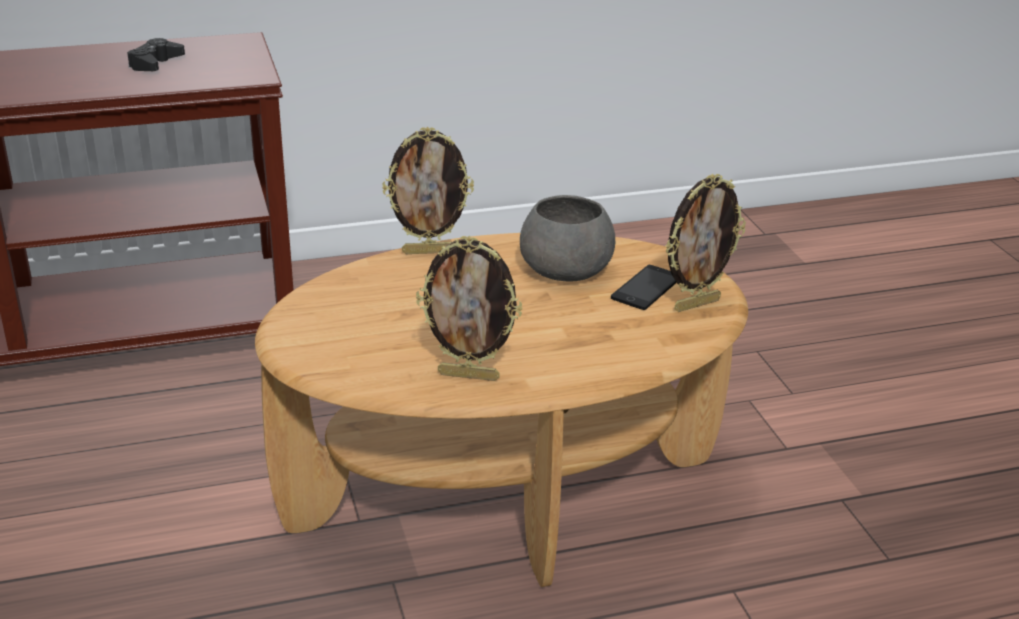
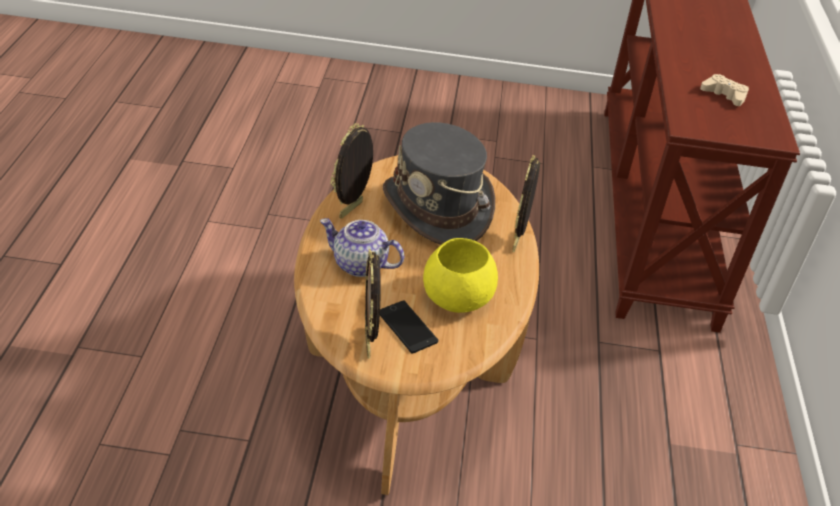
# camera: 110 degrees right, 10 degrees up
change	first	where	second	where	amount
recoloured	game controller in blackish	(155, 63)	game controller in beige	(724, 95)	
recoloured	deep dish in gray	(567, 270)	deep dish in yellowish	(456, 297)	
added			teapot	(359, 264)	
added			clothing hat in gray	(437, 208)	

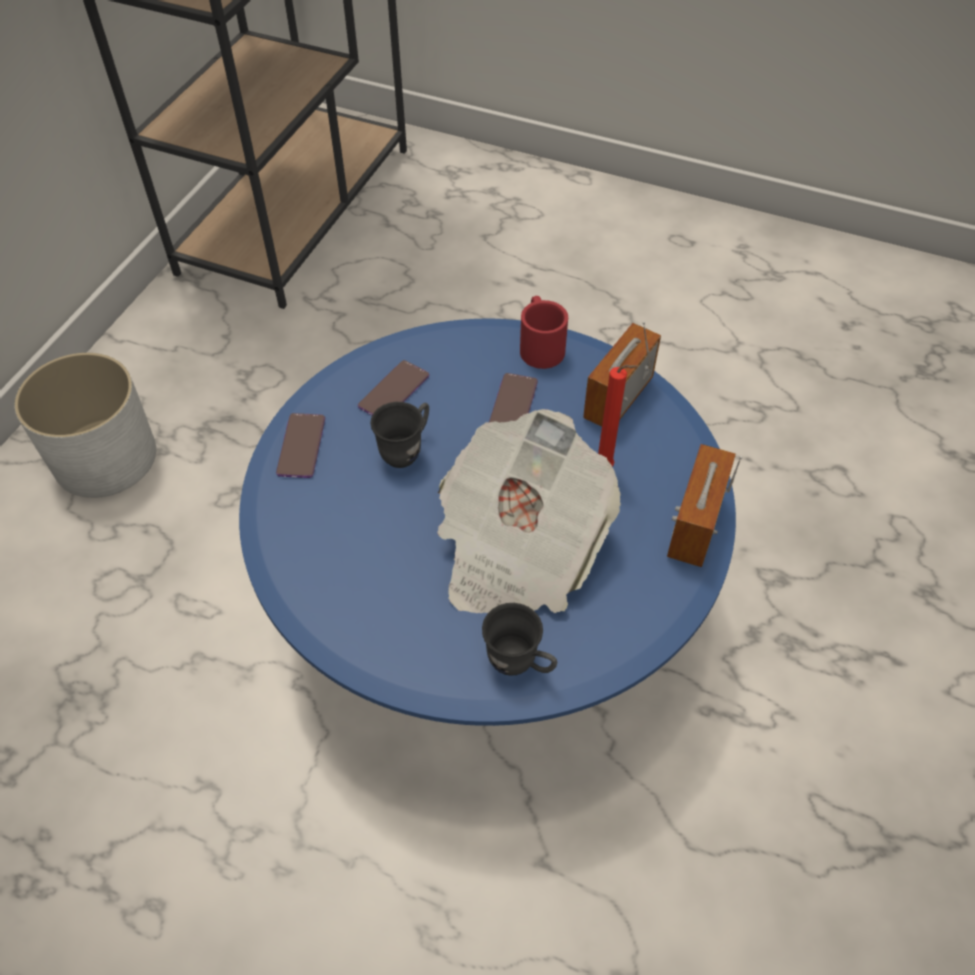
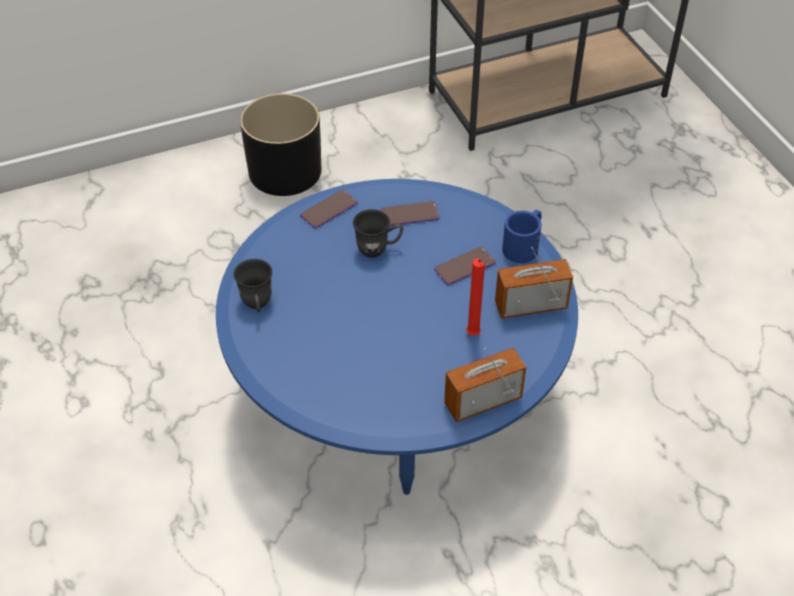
# camera: 45 degrees right, 5 degrees down
change	first	where	second	where	amount
recoloured	plant pot in whitish	(105, 458)	plant pot in blackish	(284, 172)	
removed	daily paper	(518, 546)			
moved	tea mug in gray	(520, 664)		(257, 305)	
recoloured	tea mug in red-coloured	(540, 344)	tea mug in blue-coloured	(524, 245)	

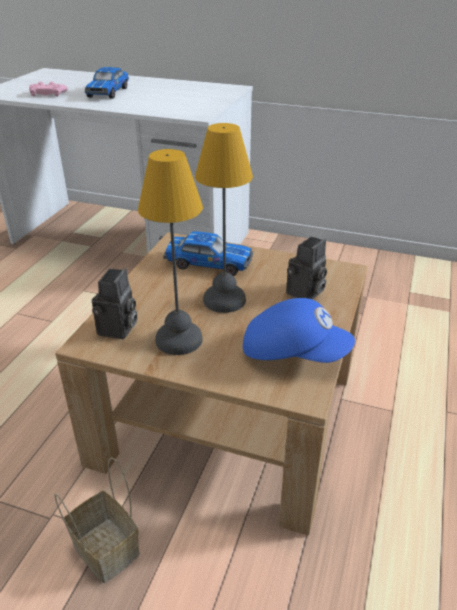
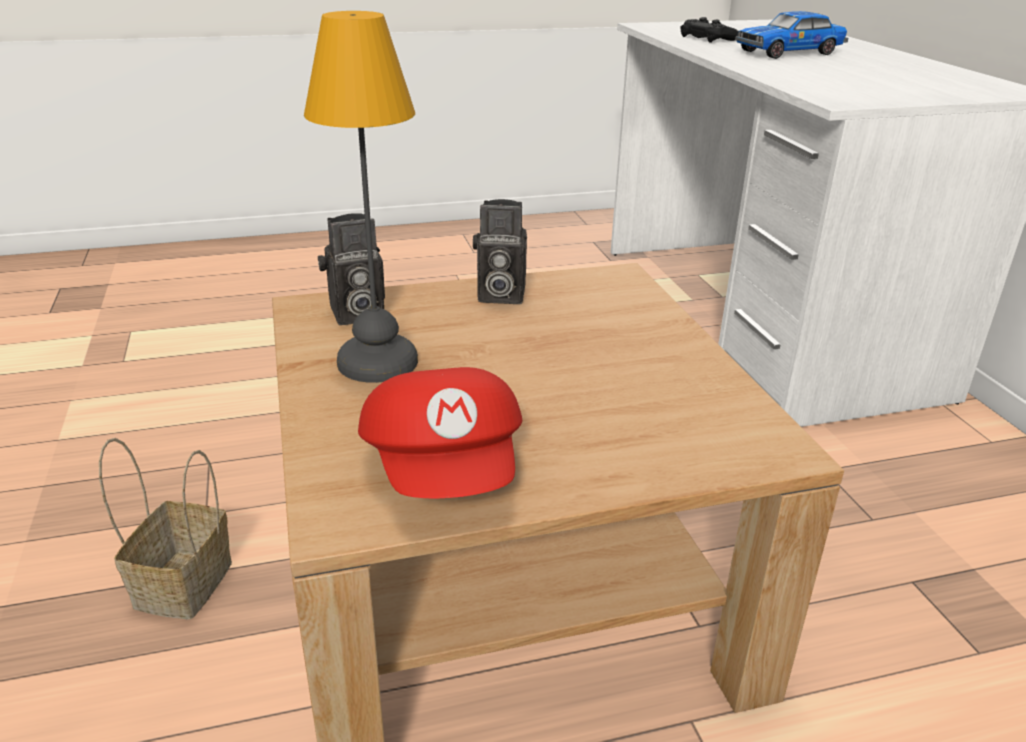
# camera: 55 degrees right, 5 degrees down
change	first	where	second	where	amount
recoloured	game controller in pink-coloured	(48, 93)	game controller in blackish	(708, 38)	
removed	miniature car	(208, 263)			
removed	table lamp	(223, 299)			
recoloured	cap in blue-coloured	(294, 352)	cap in red-coloured	(447, 470)	
moved	photo camera	(305, 294)		(498, 295)	

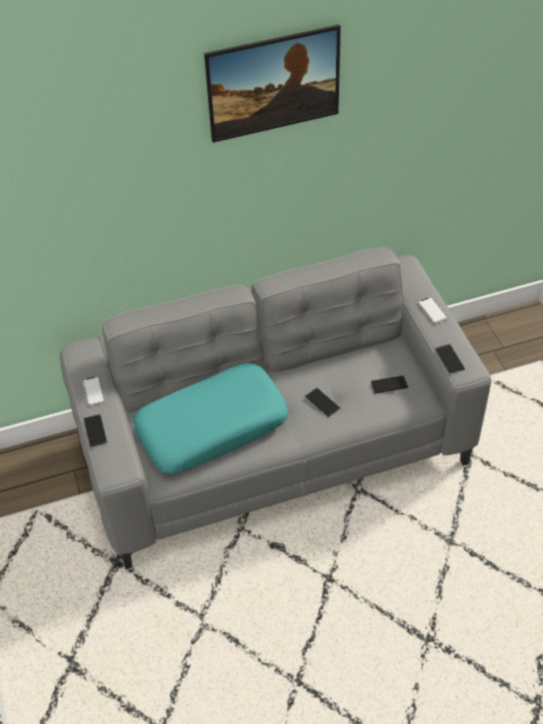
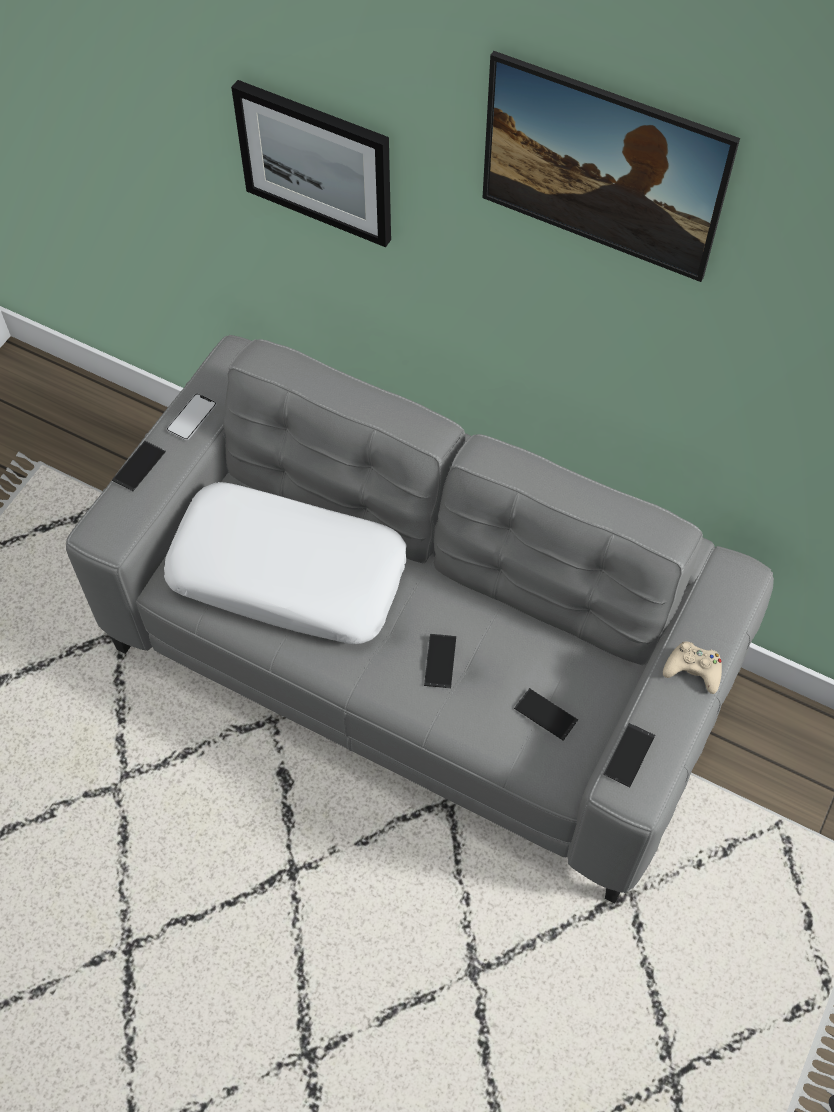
# camera: 45 degrees right, 10 degrees up
change	first	where	second	where	amount
recoloured	throw pillow in turquoise-coloured	(212, 427)	throw pillow in whitish	(289, 574)	
replaced	telephone	(432, 310)	game controller in beige	(693, 670)	
added			picture	(316, 162)	

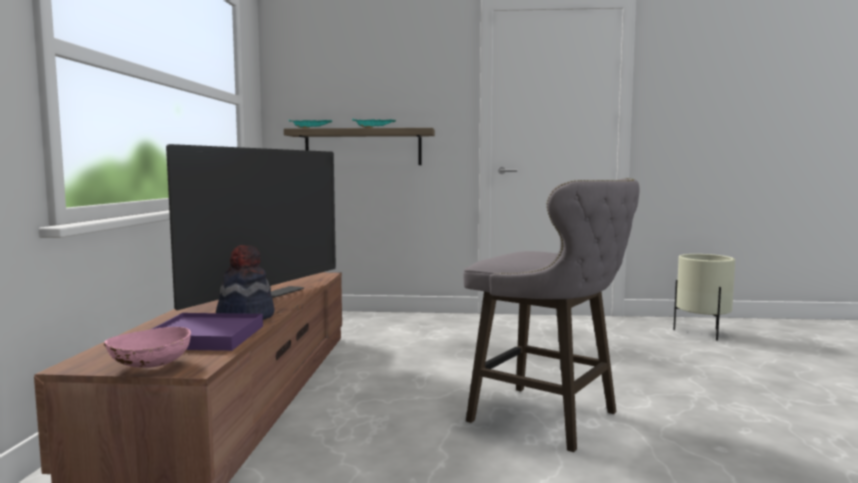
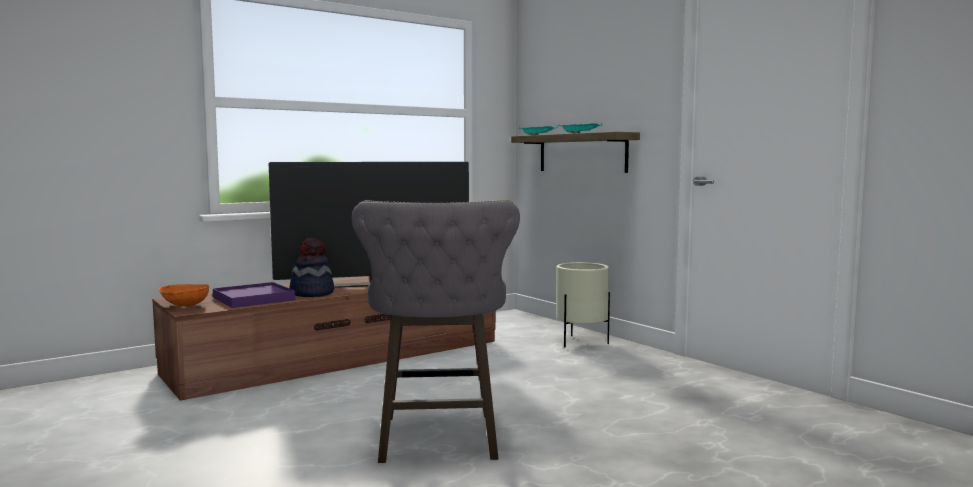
# camera: 50 degrees right, 0 degrees up
change	first	where	second	where	amount
recoloured	deep dish in pink-coloured	(150, 366)	deep dish in orangey	(184, 306)	
moved	plant pot in beige	(702, 333)		(581, 342)	

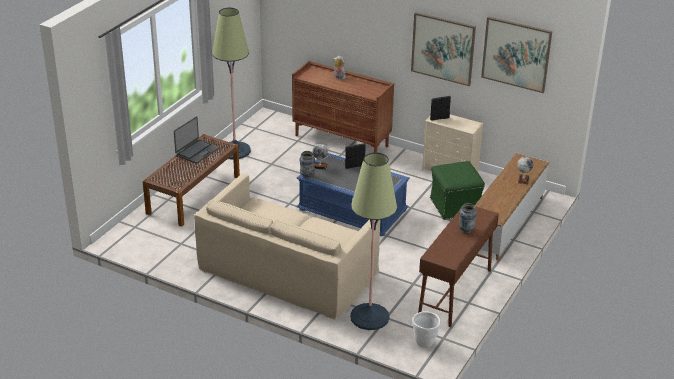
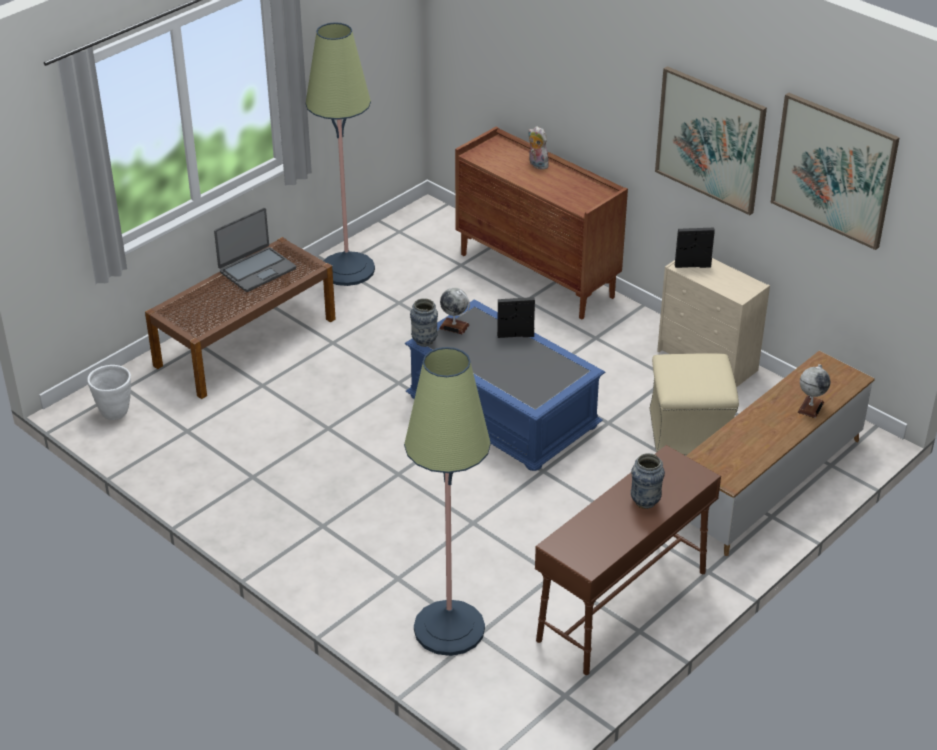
# camera: 15 degrees right, 5 degrees up
change	first	where	second	where	amount
removed	settee in beige	(288, 269)			
moved	plant pot in whitish	(424, 342)		(115, 412)	
recoloured	ottoman in greenish	(454, 206)	ottoman in beige	(689, 431)	

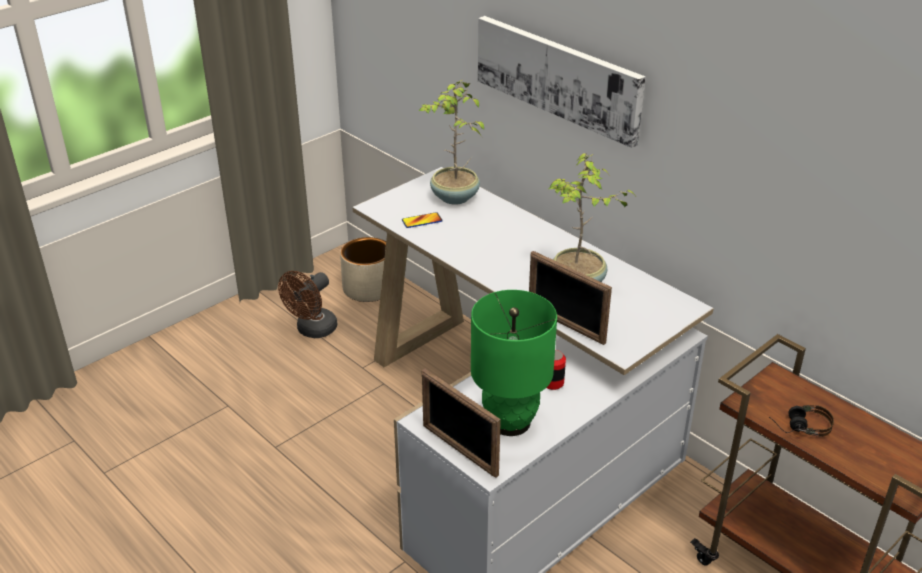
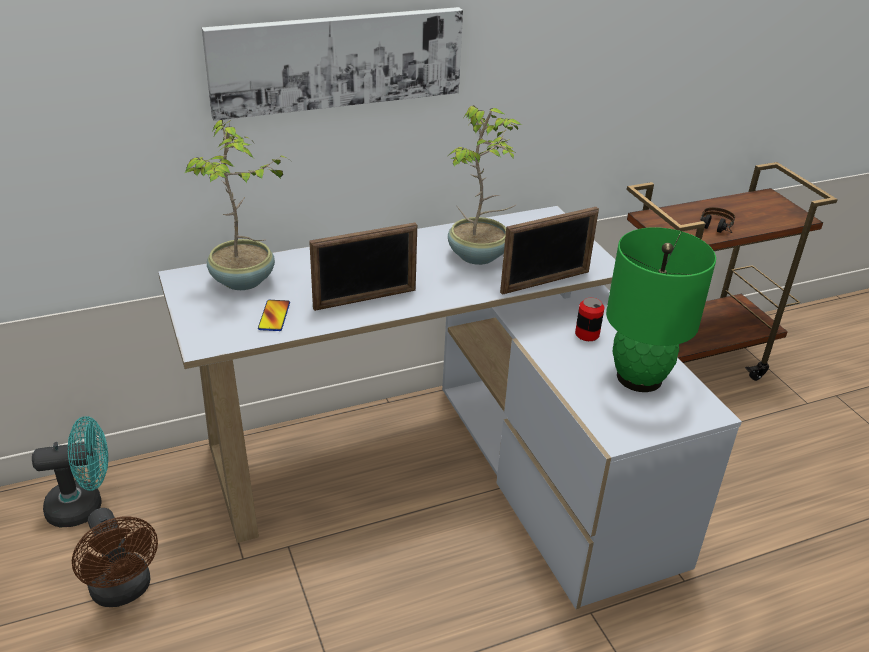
# camera: 70 degrees left, 0 degrees up
change	first	where	second	where	amount
replaced	plant pot in beige	(368, 288)	cooling fan in turquoise-coloured	(84, 506)	
moved	photo frame	(459, 450)		(365, 299)	

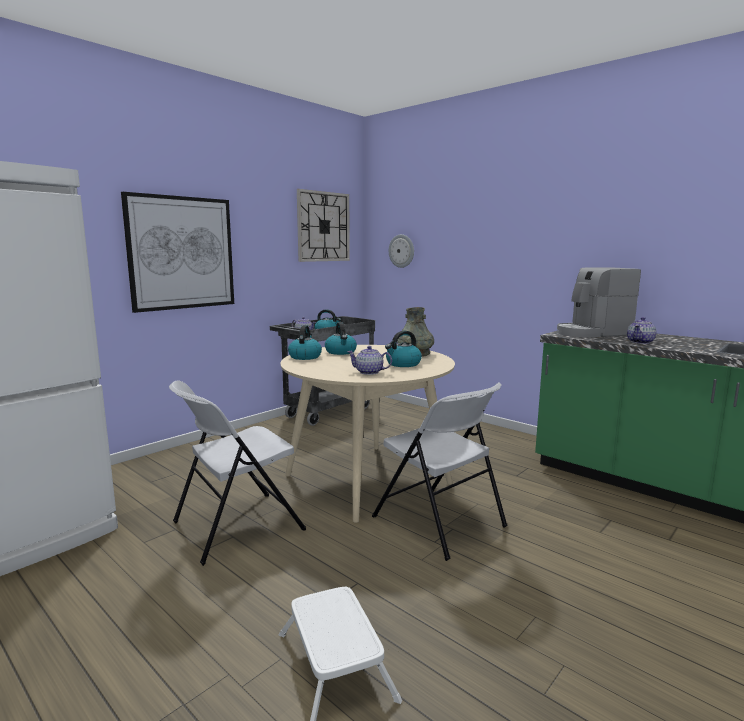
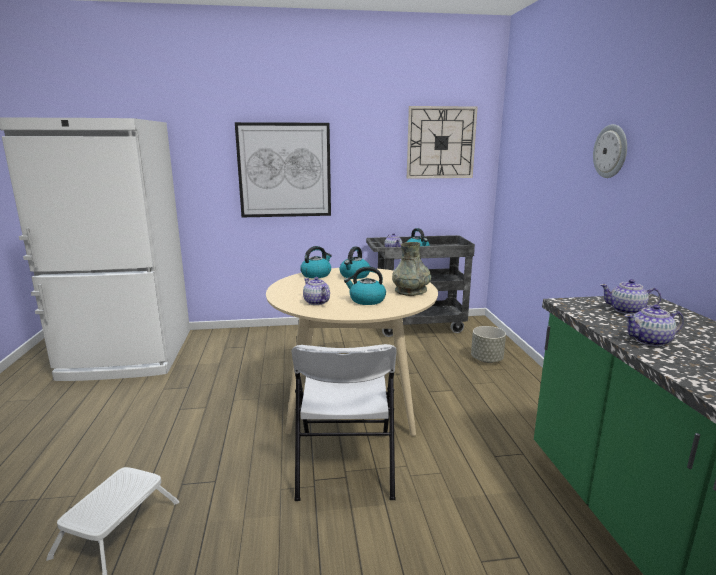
# camera: 40 degrees right, 5 degrees up
change	first	where	second	where	amount
removed	plain chair in whitish	(238, 525)			
moved	wall clock	(401, 251)		(611, 151)	
replaced	coffee maker	(592, 333)	teapot	(627, 311)	
added			plant pot in gray	(487, 359)	

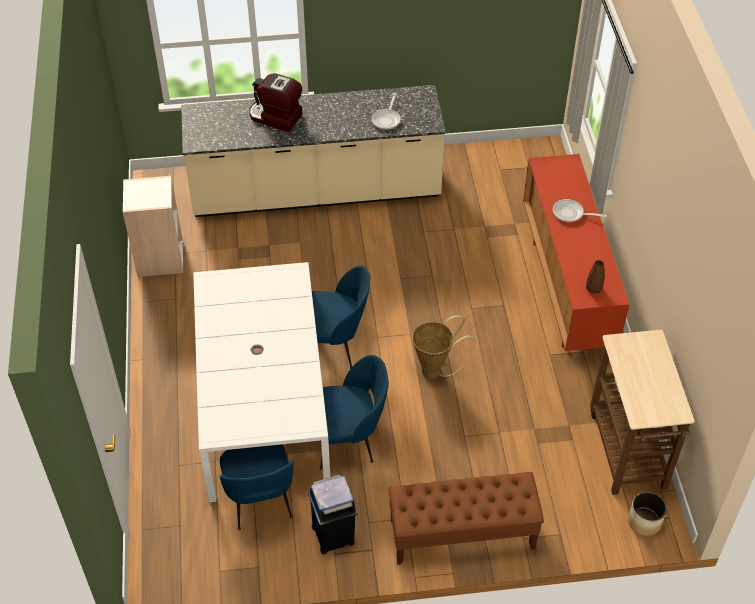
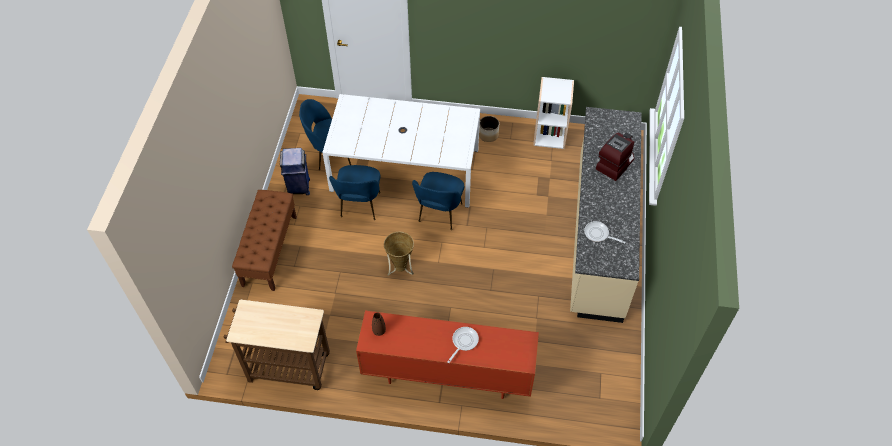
# camera: 105 degrees right, 5 degrees up
change	first	where	second	where	amount
moved	plant pot	(644, 521)		(488, 135)	

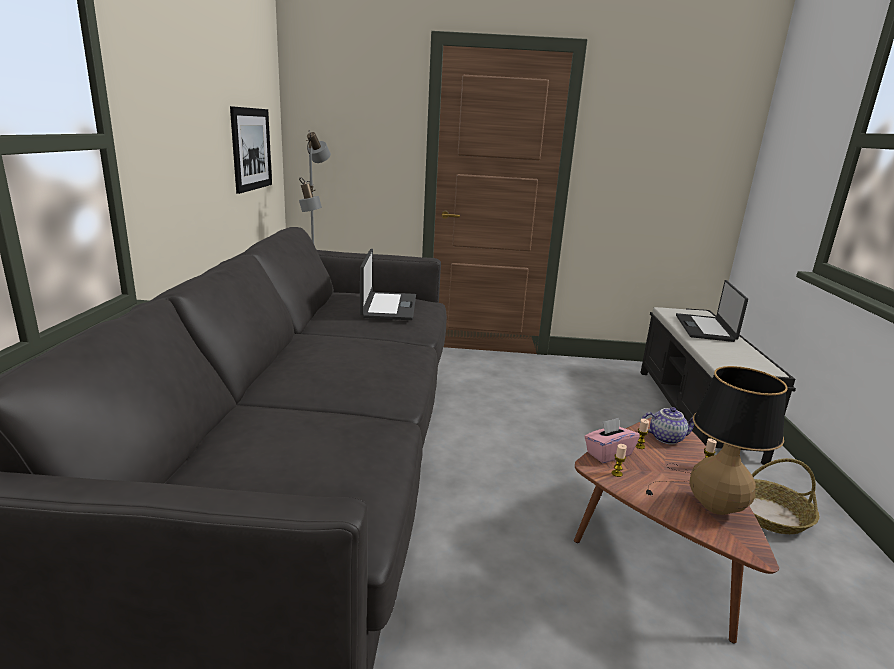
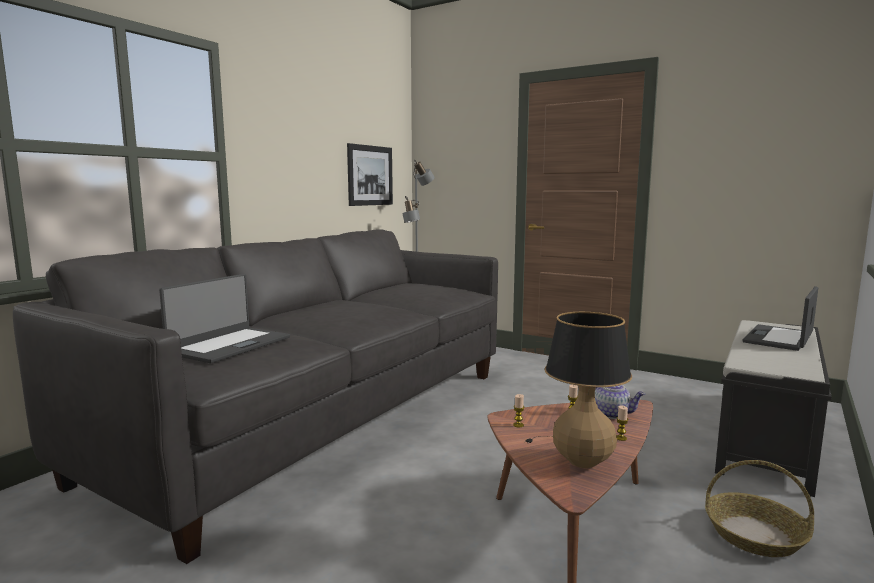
# camera: 30 degrees right, 10 degrees down
change	first	where	second	where	amount
moved	portable computer	(388, 306)		(229, 345)	
removed	tissue box in pink-coloured	(608, 454)			

